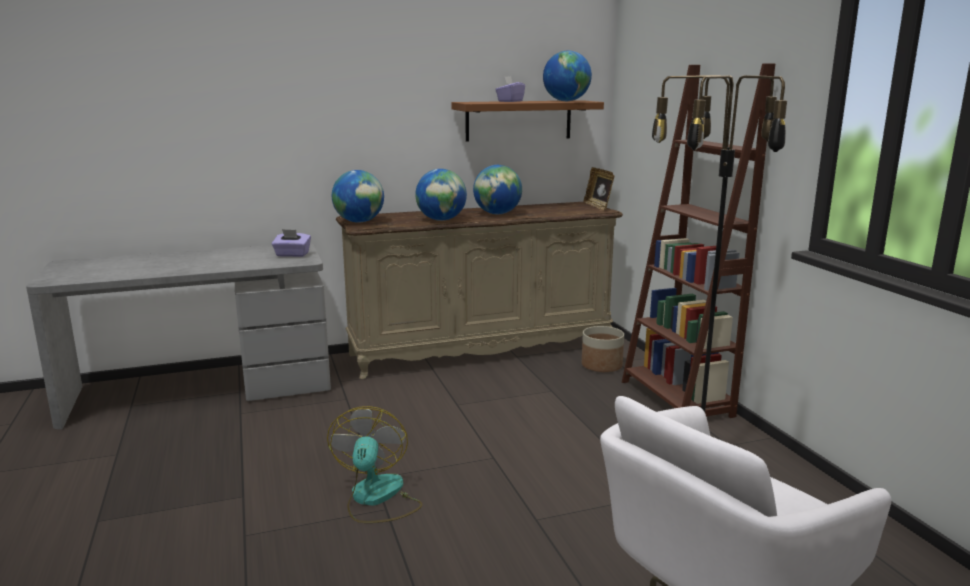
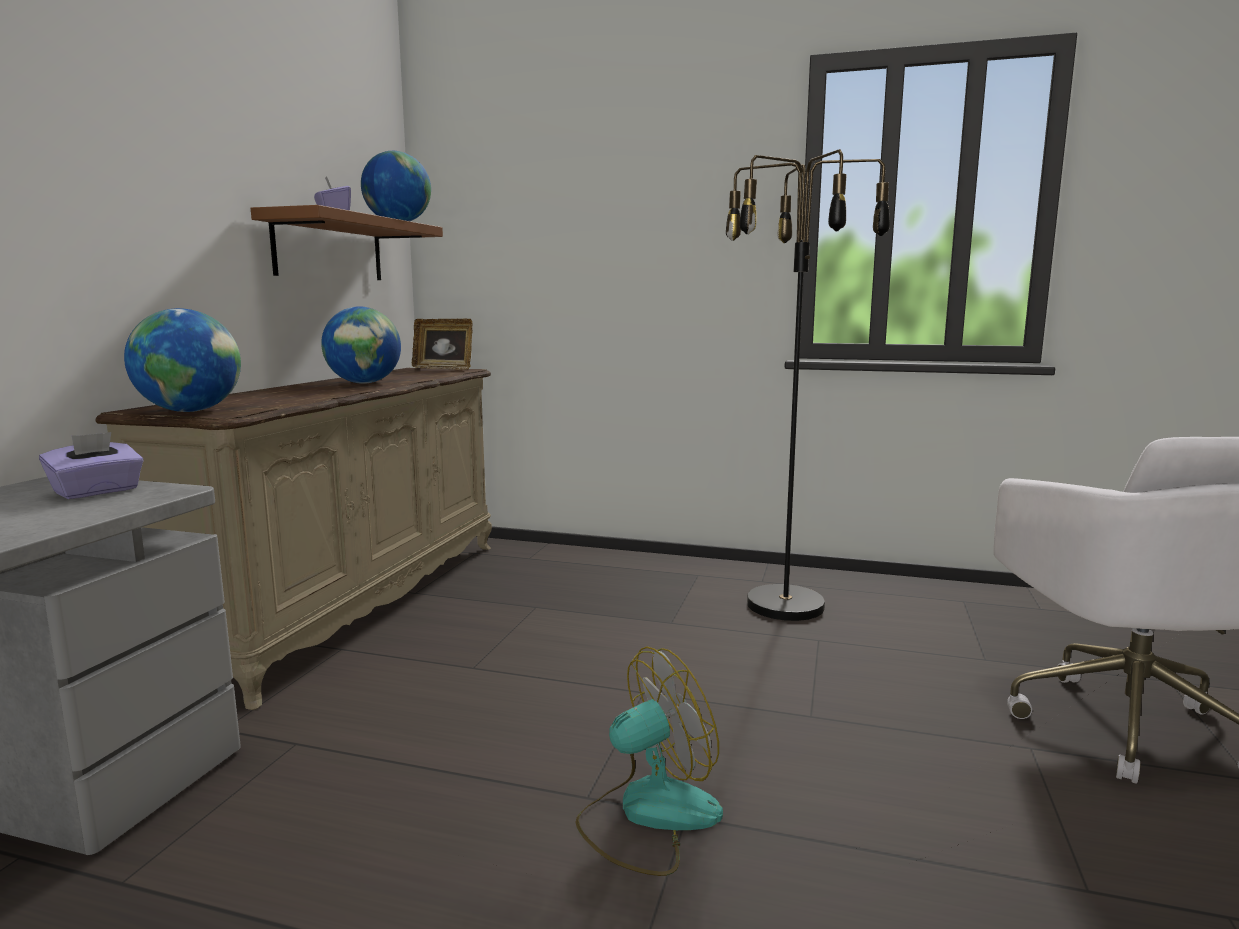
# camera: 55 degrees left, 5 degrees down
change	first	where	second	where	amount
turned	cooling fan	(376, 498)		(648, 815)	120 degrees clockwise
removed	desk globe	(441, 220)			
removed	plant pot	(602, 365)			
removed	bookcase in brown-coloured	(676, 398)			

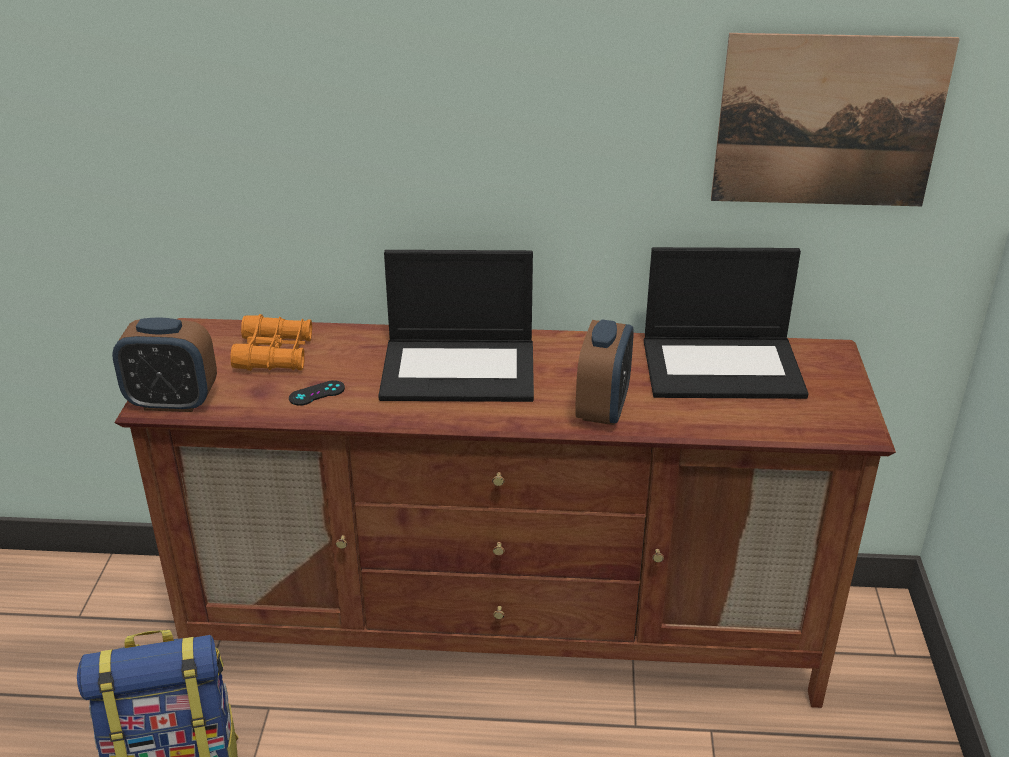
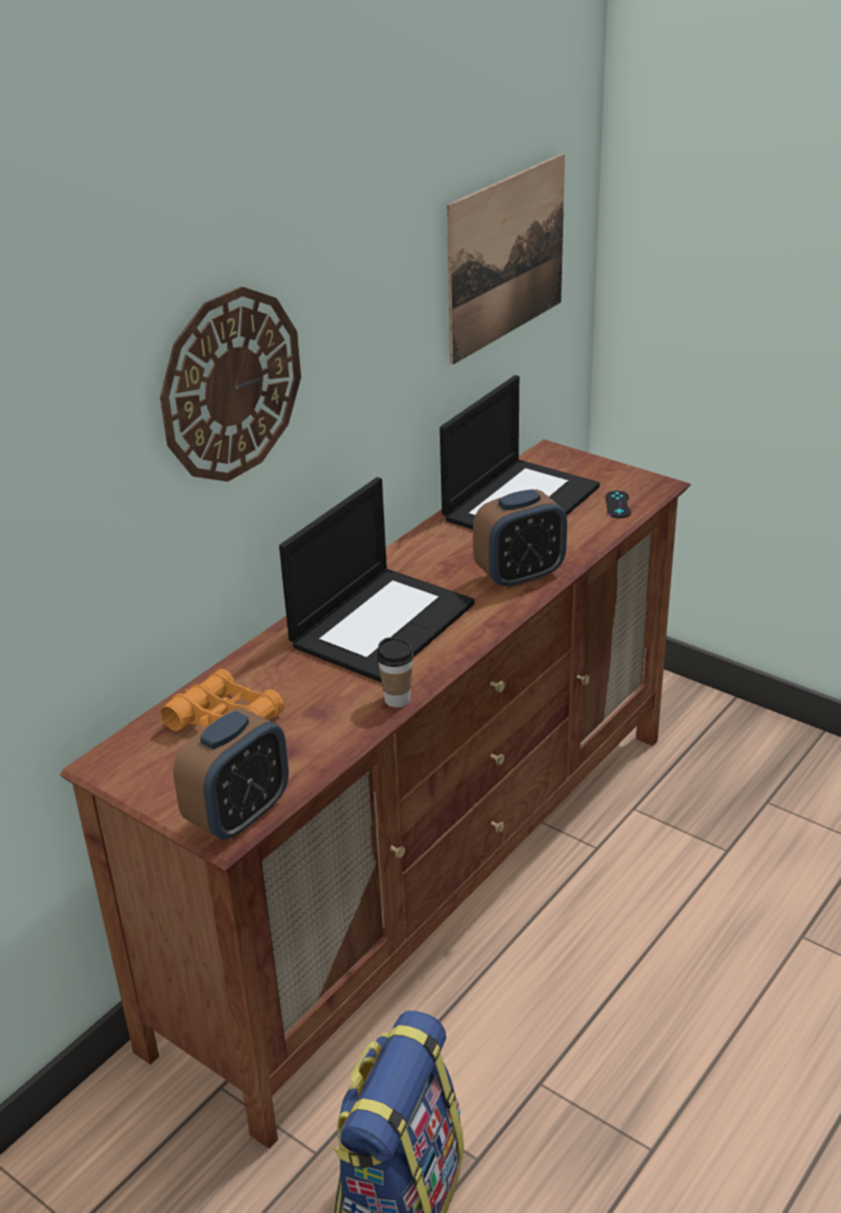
# camera: 55 degrees left, 0 degrees up
change	first	where	second	where	amount
moved	game controller in blackish	(317, 393)		(618, 505)	
turned	table clock	(603, 409)		(520, 575)	105 degrees clockwise
added			wall clock	(231, 385)	
added			cup	(397, 699)	

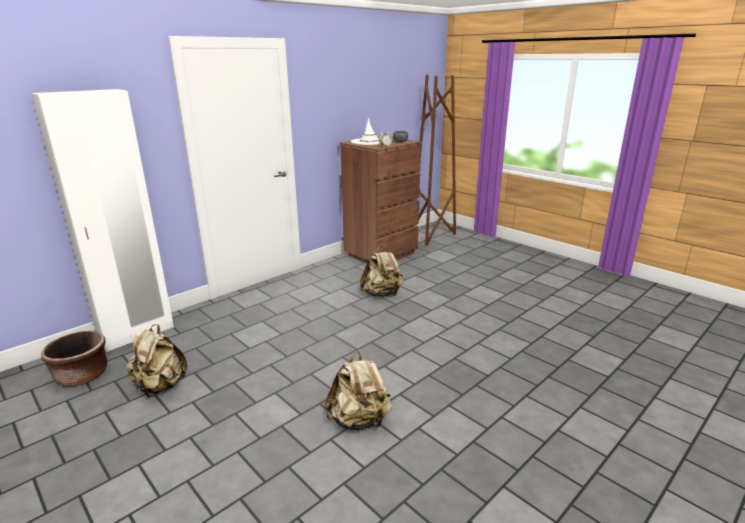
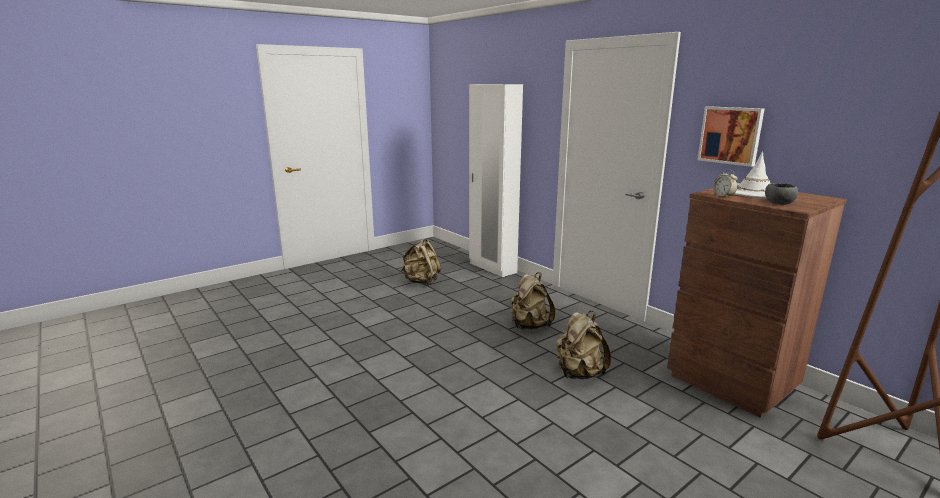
# camera: 95 degrees right, 5 degrees down
change	first	where	second	where	amount
removed	plant pot in brown-coloured	(82, 375)			
moved	backpack in beige	(359, 420)		(529, 326)	
added			picture	(730, 135)	

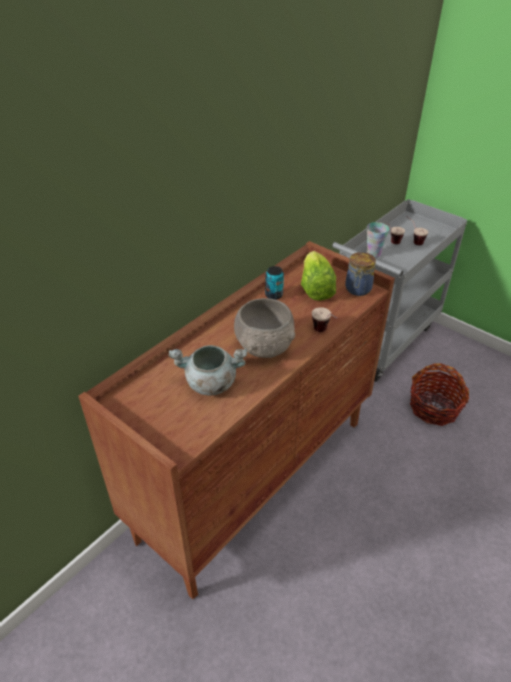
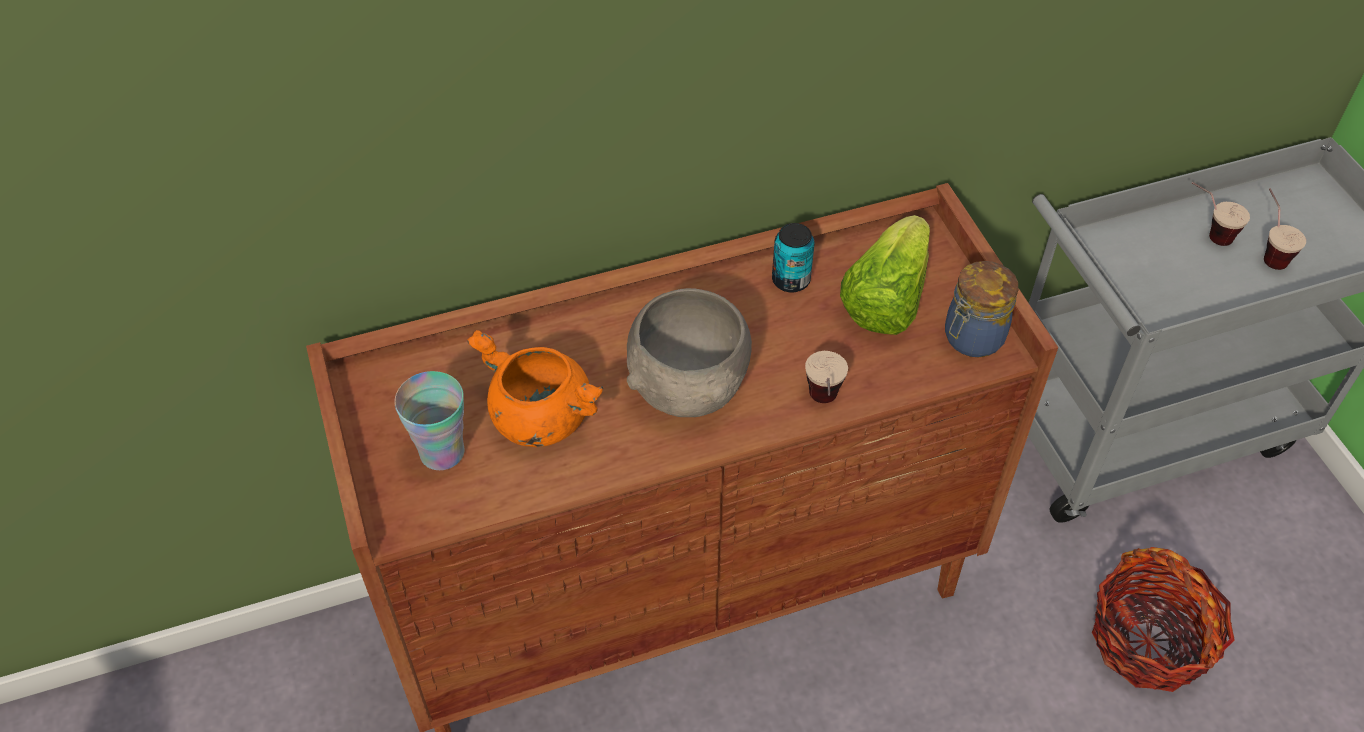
# camera: 30 degrees right, 10 degrees up
change	first	where	second	where	amount
recoloured	saucepot in gray	(210, 383)	saucepot in orangey	(538, 418)	
moved	cup	(373, 254)		(442, 452)	

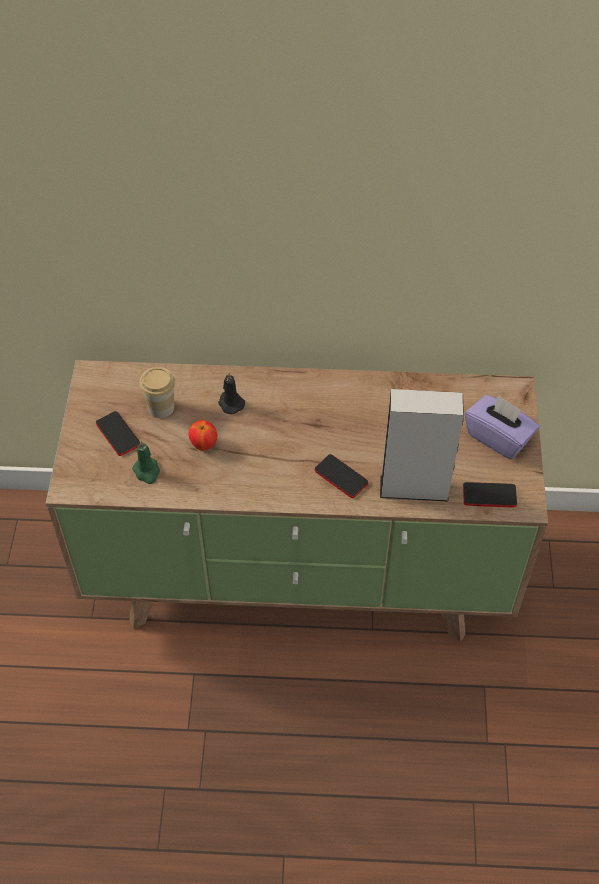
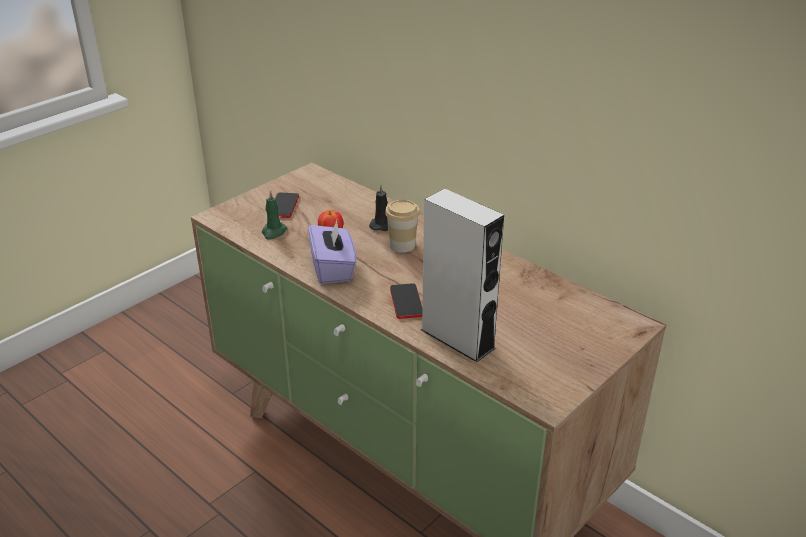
# camera: 40 degrees right, 20 degrees down
change	first	where	second	where	amount
moved	cup	(161, 407)		(402, 245)	
removed	telephone	(489, 495)			
moved	tissue box in purple-coloured	(498, 437)		(333, 269)	

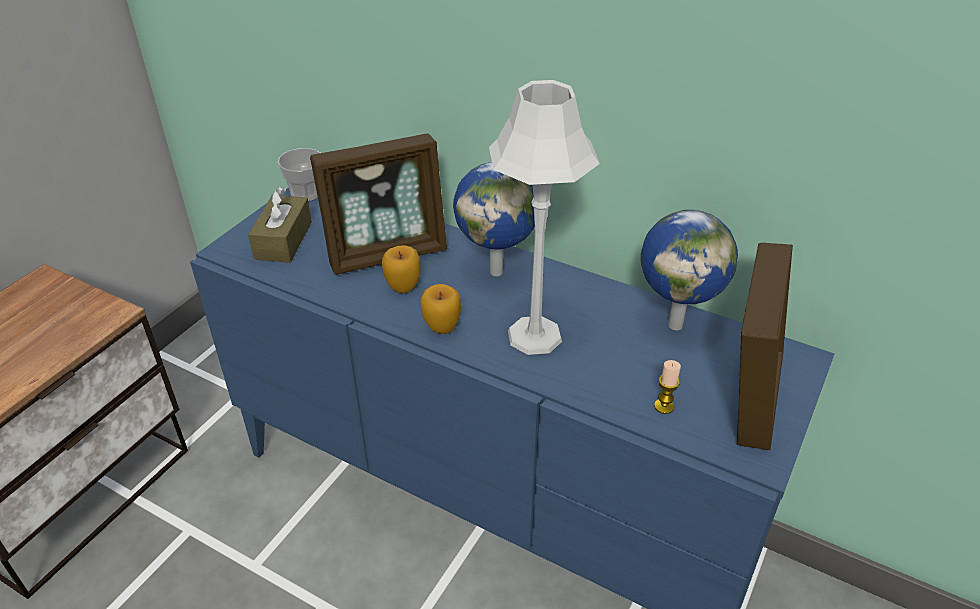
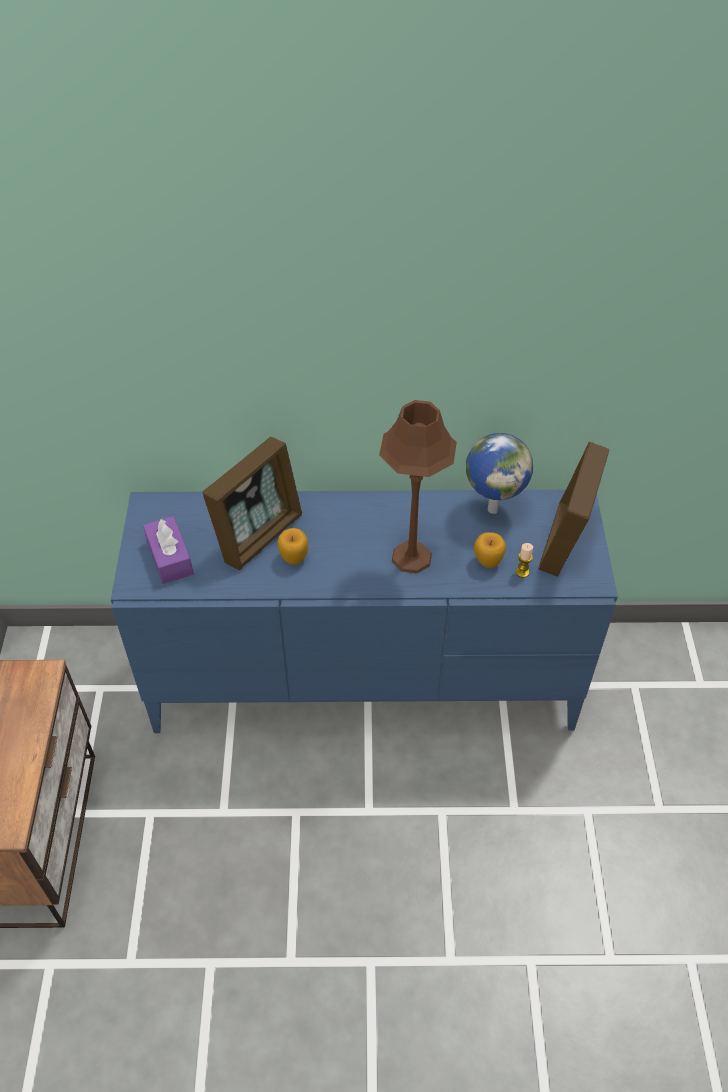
# camera: 30 degrees left, 10 degrees up
change	first	where	second	where	amount
recoloured	tissue box in brown-coloured	(283, 240)	tissue box in purple-coloured	(170, 558)	
removed	cup	(306, 193)			
moved	apple	(441, 327)		(487, 562)	
removed	desk globe	(497, 271)			
recoloured	table lamp in gray	(534, 335)	table lamp in brown-coloured	(411, 557)	
turned	photo frame	(749, 396)		(565, 542)	150 degrees counterclockwise

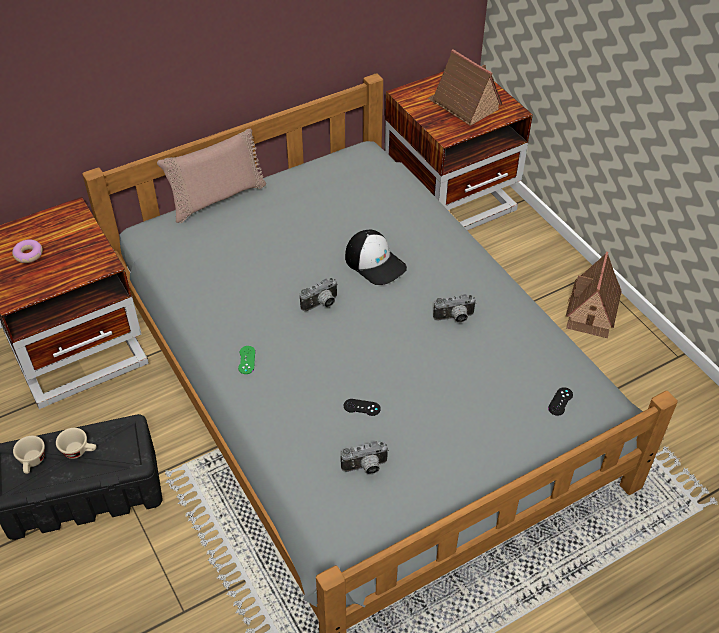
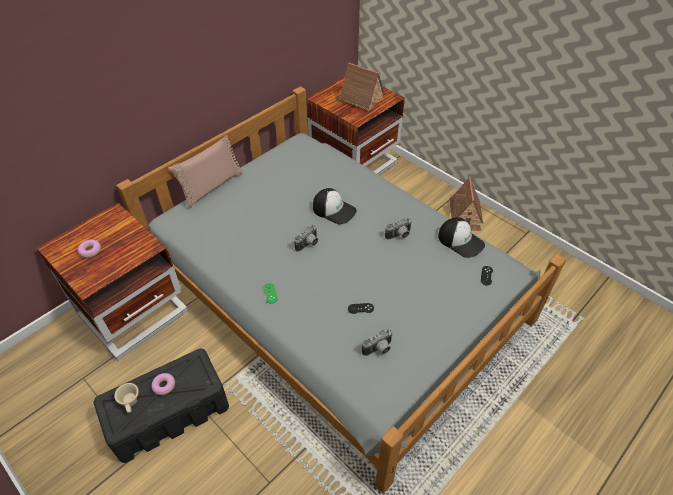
# camera: 15 degrees left, 0 degrees up
change	first	where	second	where	amount
replaced	cup in beige	(79, 451)	donut	(164, 385)	
added			cap	(461, 241)	

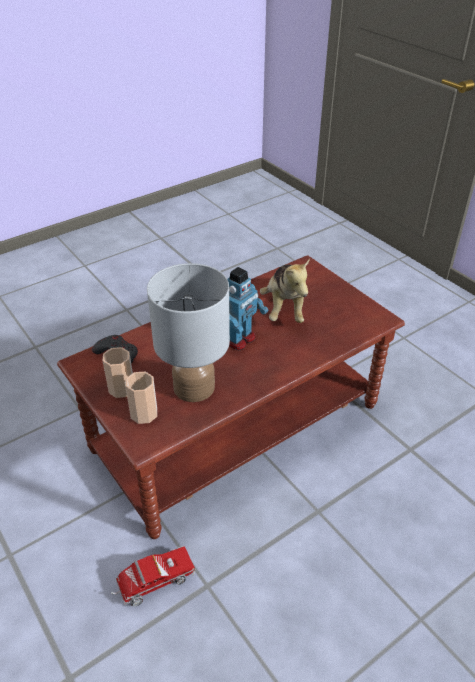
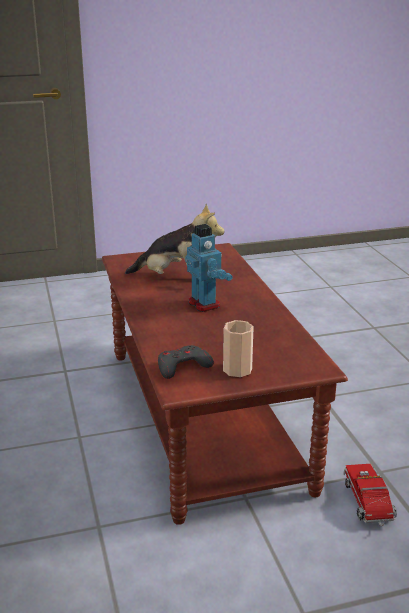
# camera: 70 degrees left, 15 degrees down
change	first	where	second	where	amount
removed	cup	(144, 414)			
removed	table lamp in gray	(193, 387)			

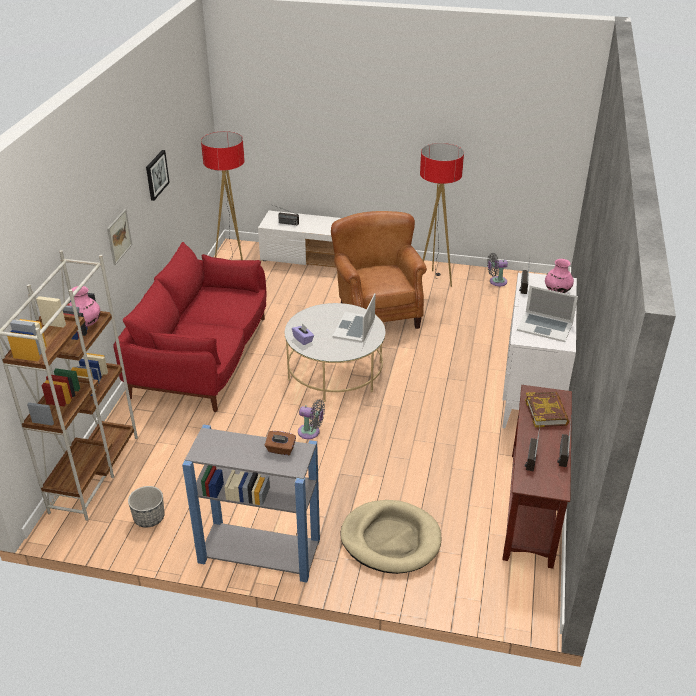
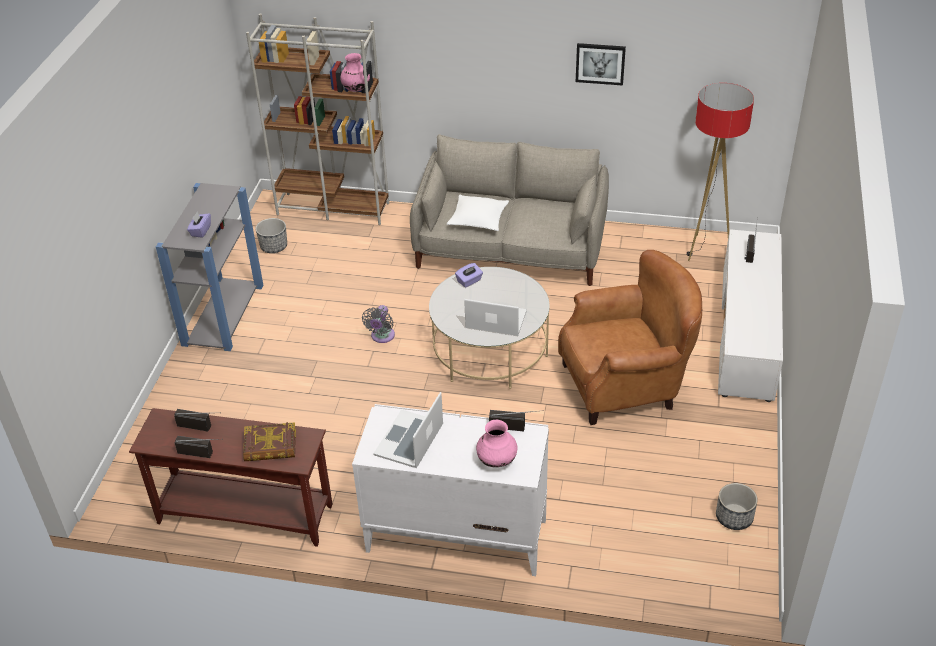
# camera: 90 degrees right, 5 degrees up
change	first	where	second	where	amount
removed	picture	(119, 236)			
recoloured	settee in red-coloured	(201, 356)	settee in beige	(510, 247)	
recoloured	tissue box in brown-coloured	(280, 449)	tissue box in purple-coloured	(200, 231)	
removed	pet bed in beige	(390, 539)			
removed	standing lamp	(433, 281)			
replaced	cooling fan in gray	(496, 281)	plant pot	(734, 517)	
added			throw pillow in whitish	(478, 219)	

